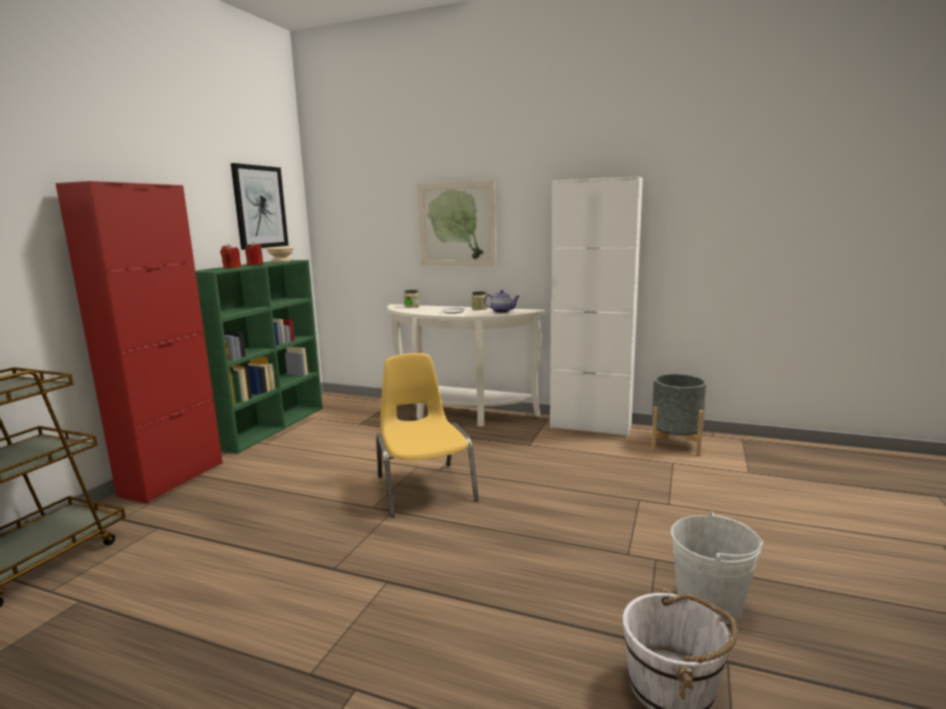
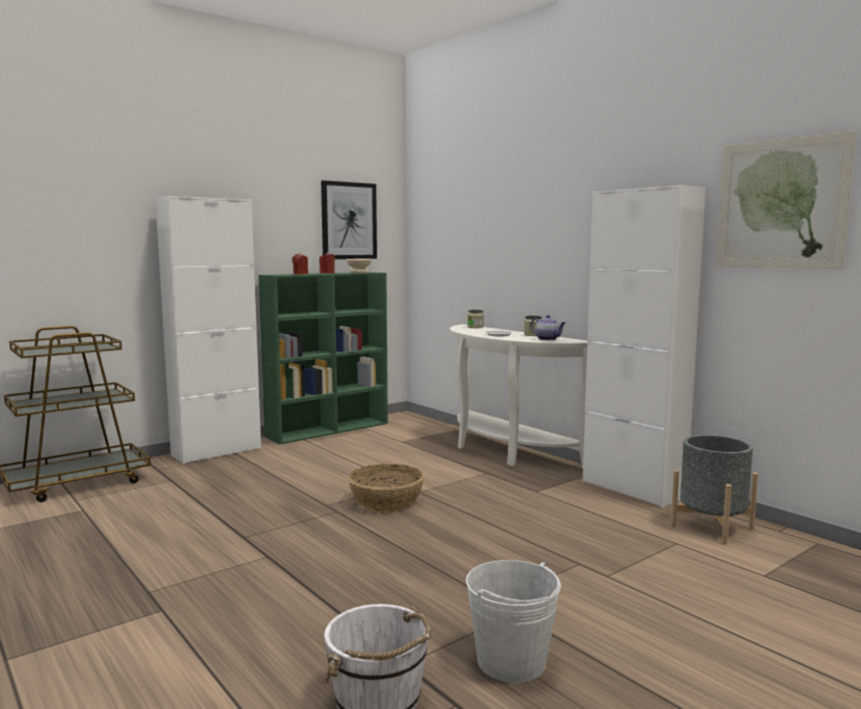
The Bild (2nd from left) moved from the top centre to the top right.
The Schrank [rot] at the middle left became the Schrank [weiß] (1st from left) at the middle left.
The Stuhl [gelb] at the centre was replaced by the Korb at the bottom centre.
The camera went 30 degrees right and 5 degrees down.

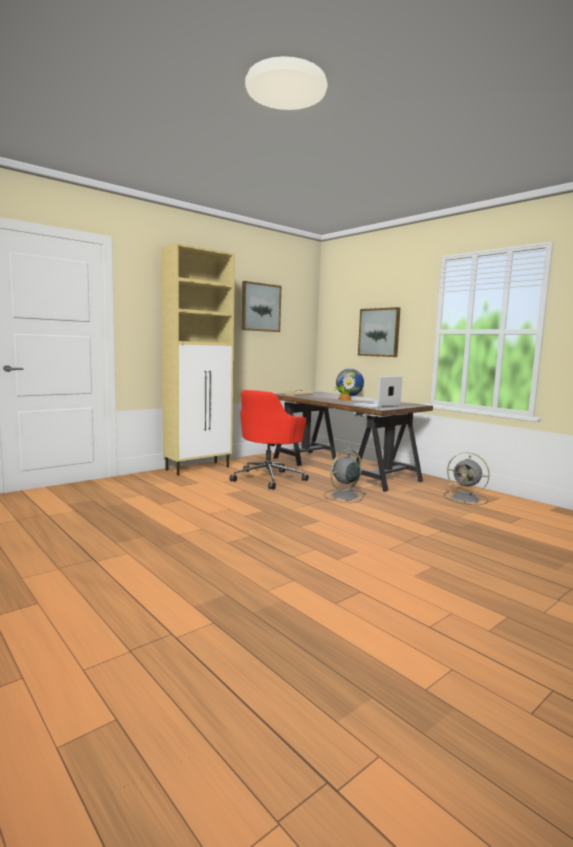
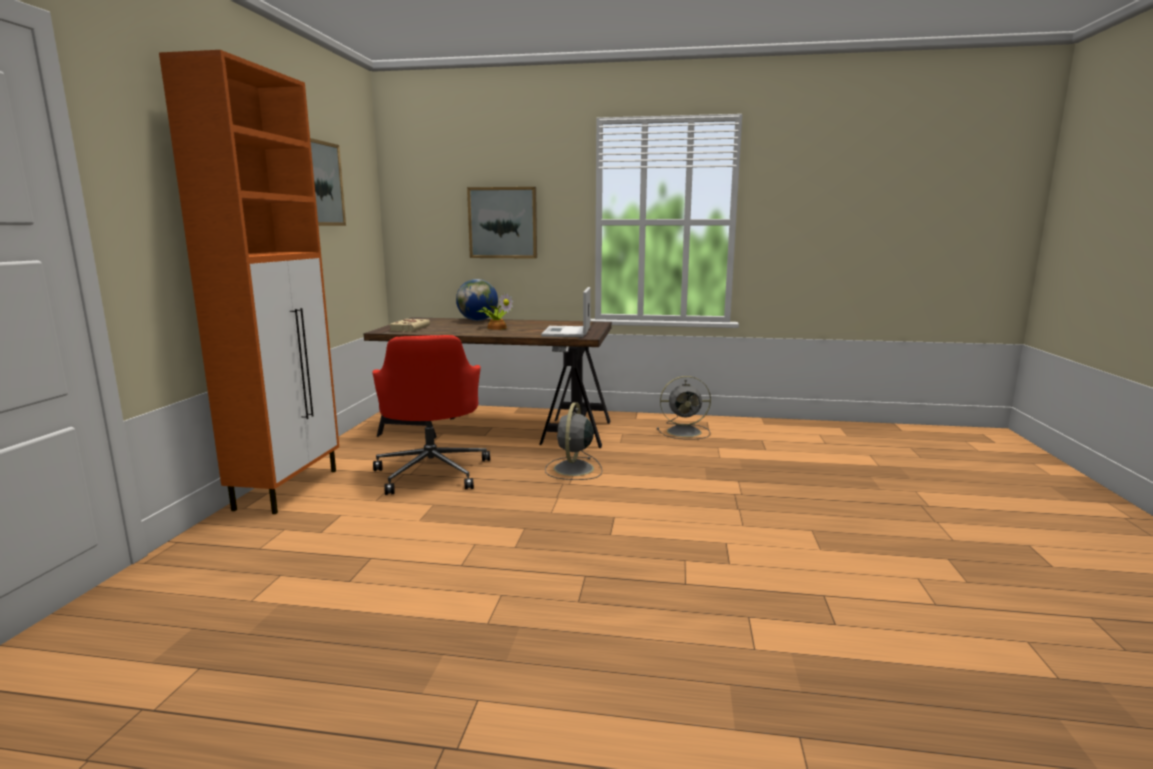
The Schrank [beige] at the centre became the Schrank [orange] at the middle left.
The camera went 40 degrees left and 5 degrees up.

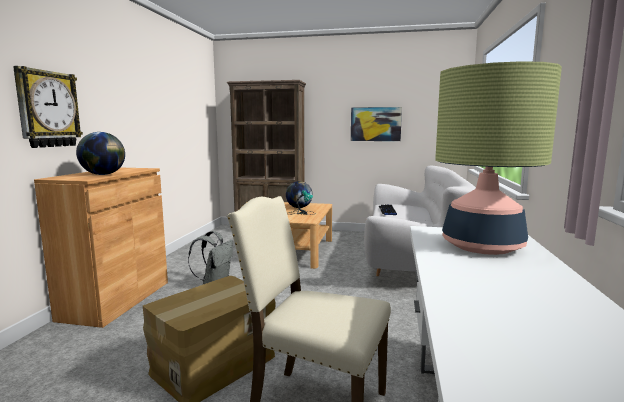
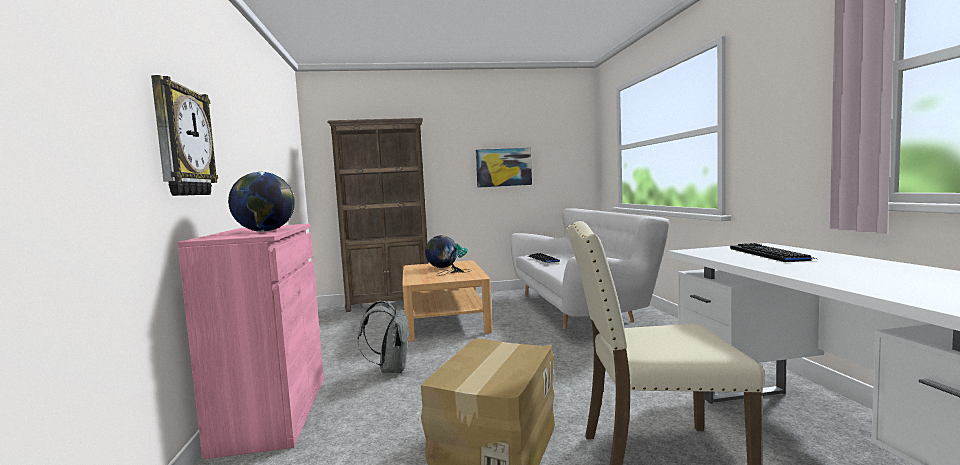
The Tischlampe (2nd from left) at the middle right was replaced by the Tastatur (2nd from left) at the middle right.
The Schrank [braun] at the middle left became the Schrank [rosa] at the bottom left.
The camera went 20 degrees left and 5 degrees down.

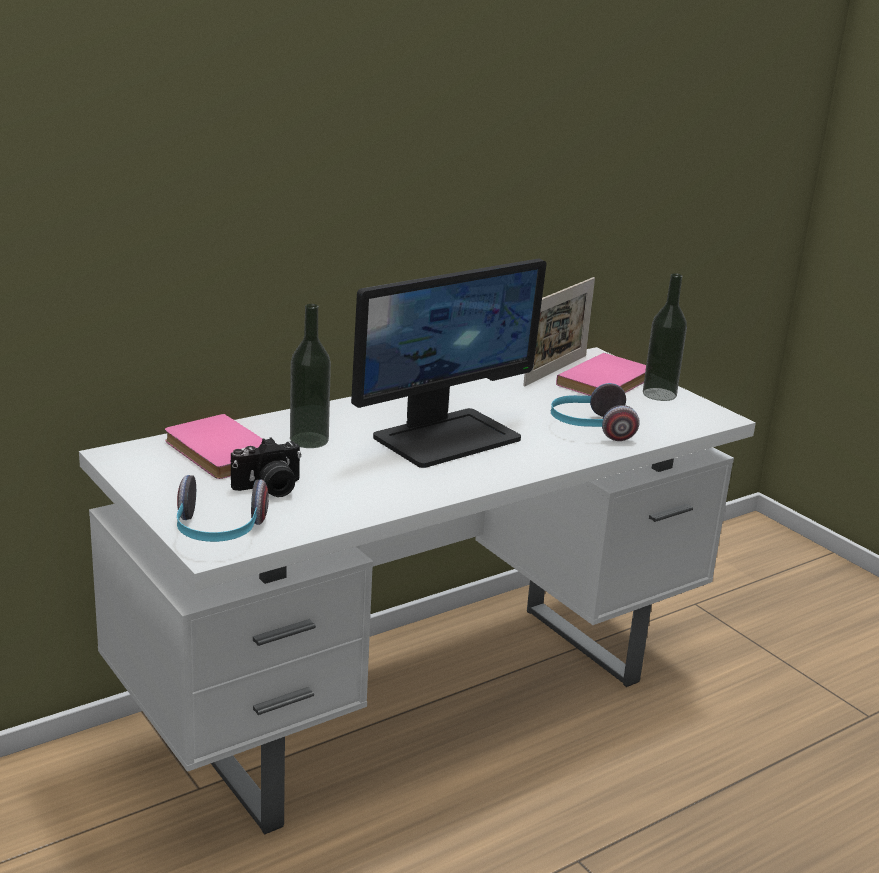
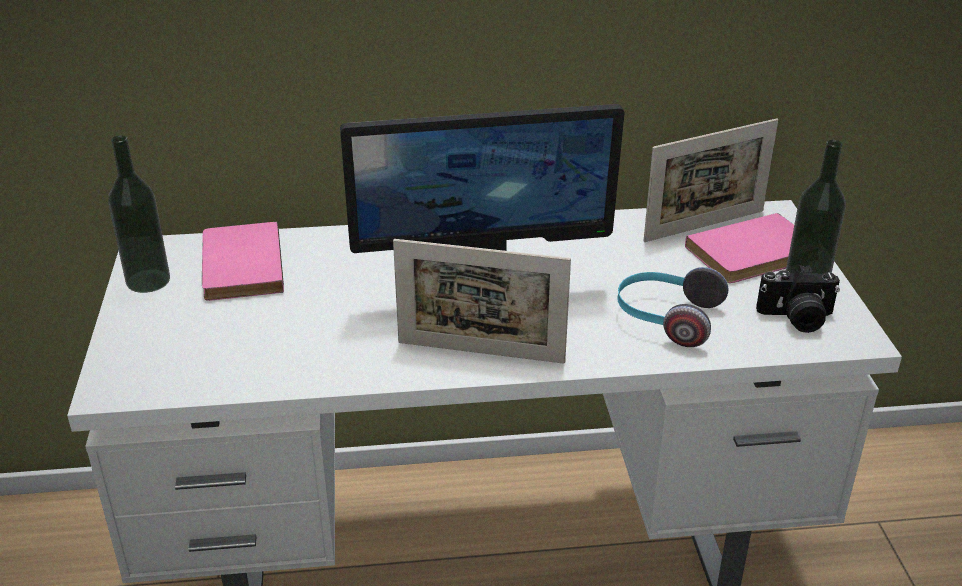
The Flasche (1st from left) moved from the centre to the middle left.
The Kamera moved from the middle left to the middle right.
The Kopfhörer (1st from left) at the middle left disappeared.
The Bilderrahmen (1st from left) at the centre appeared.
The camera went 30 degrees right and 10 degrees up.

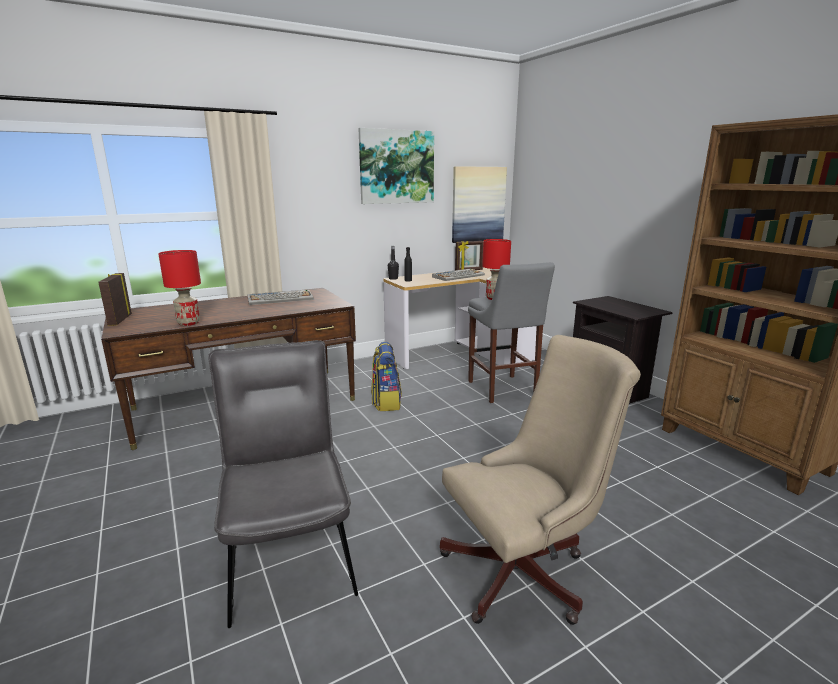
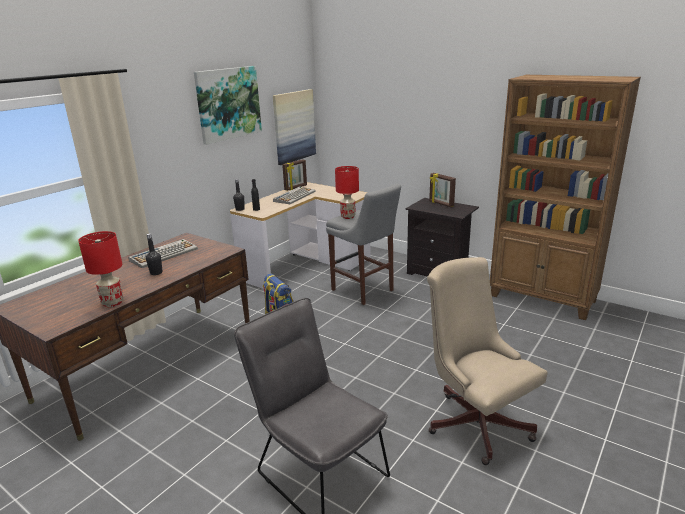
The Bilderrahmen (1st from left in the first image) moved from the middle left to the centre.
The Bürostuhl [beige] at the bottom centre turned 75 degrees counterclockwise.
The Flasche [schwarz] (1st from left) at the middle left appeared.
The camera went 25 degrees left and 5 degrees up.

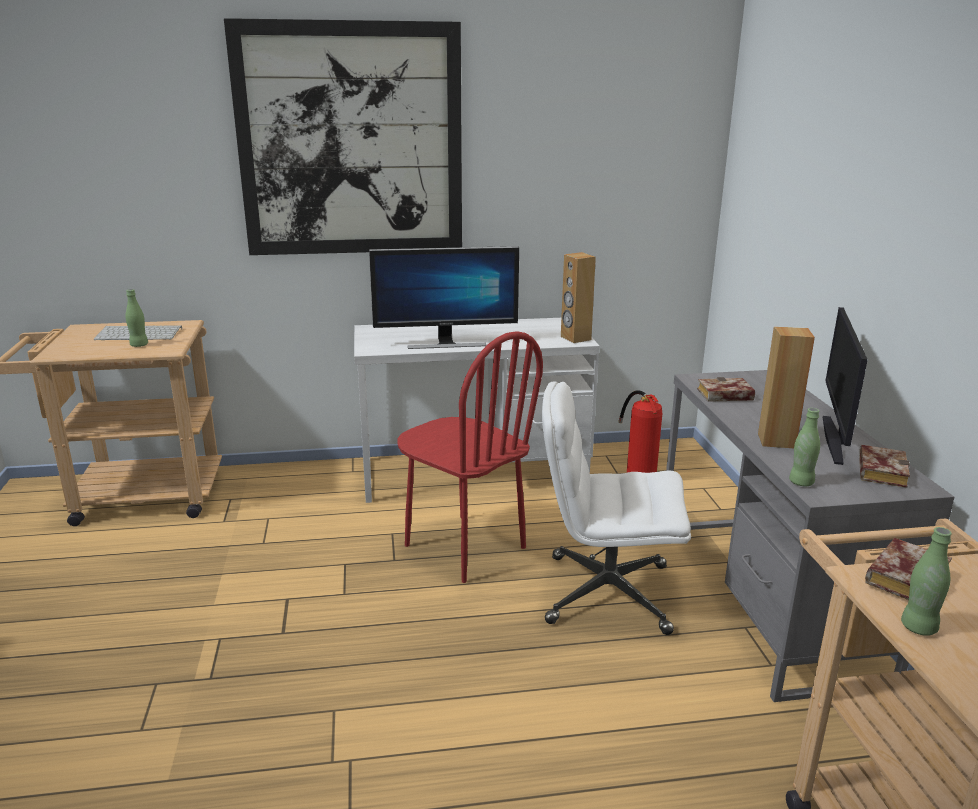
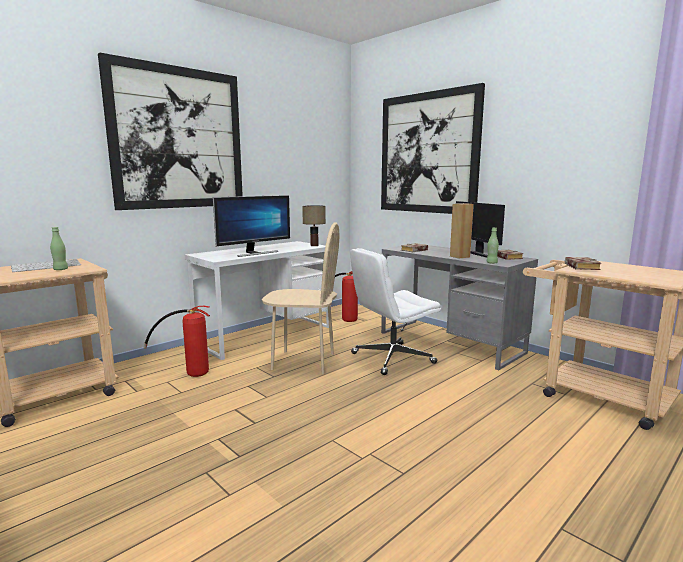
The Lautsprecher [braun] (1st from left) at the centre was replaced by the Tischlampe at the centre.
The Stuhl [rot] at the centre became the Stuhl [beige] at the centre.
The Flasche [grün] (3rd from left) at the bottom right disappeared.
The Bild (2nd from left) at the top centre appeared.
The Feuerlöscher (1st from left) at the middle left appeared.
The camera went 35 degrees left and 10 degrees down.

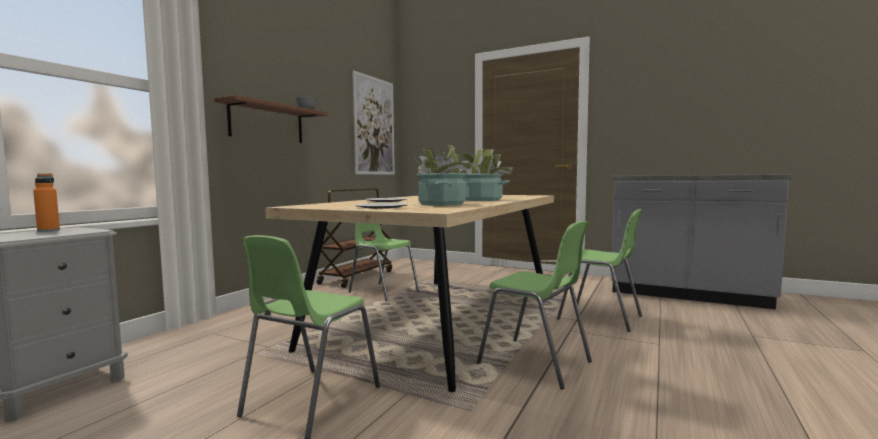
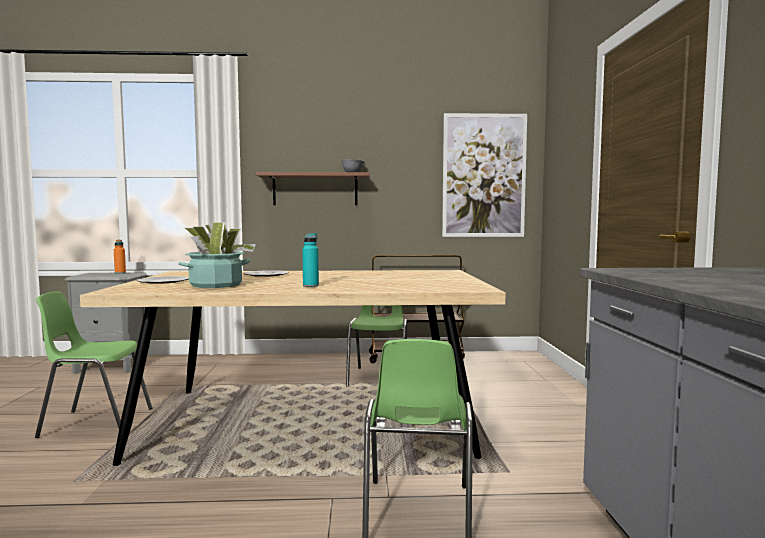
The Topfpflanze (2nd from left) at the centre was replaced by the Flasche [türkis] at the centre.
The Stuhl [grün] (3rd from left) at the bottom centre disappeared.
The camera went 60 degrees right and 0 degrees up.

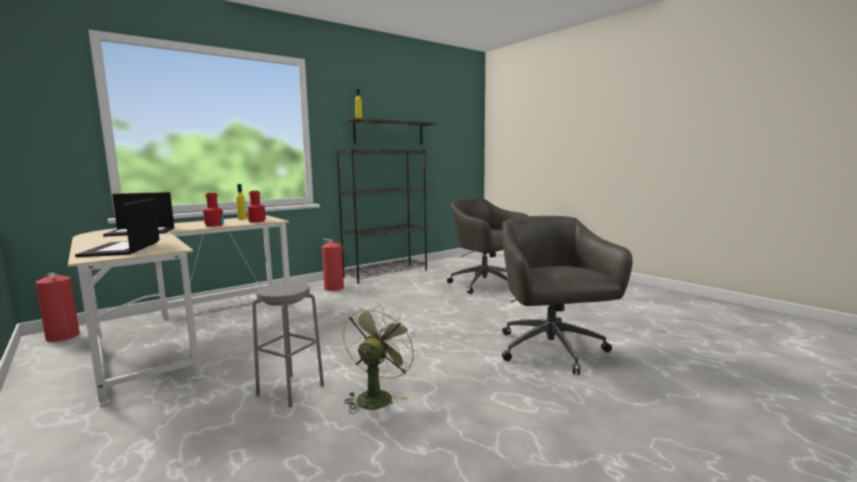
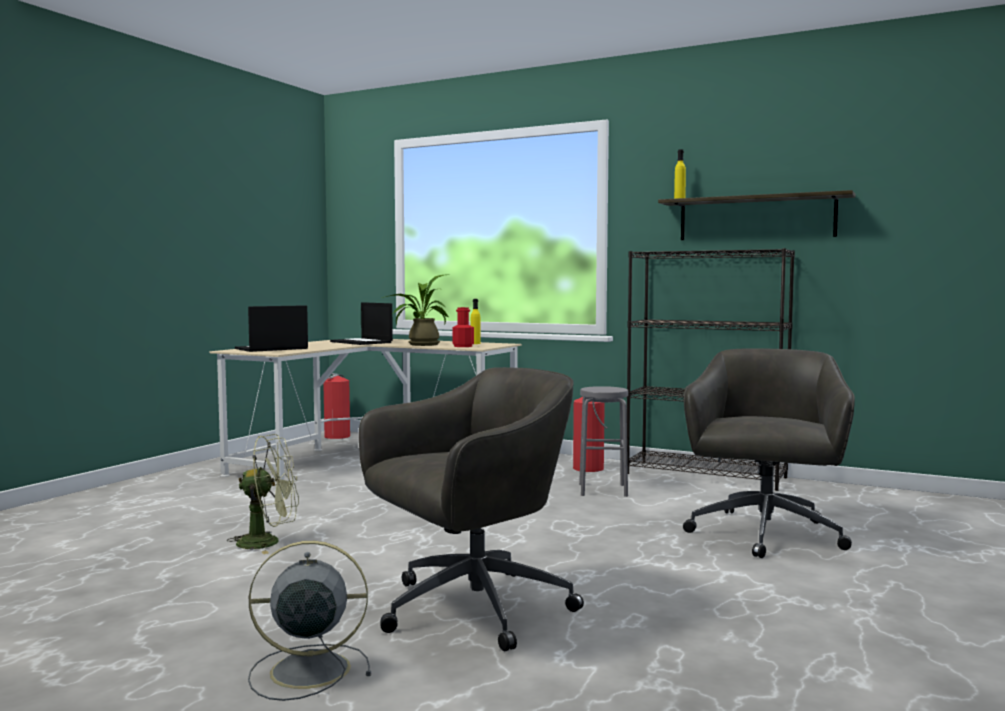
The Flasche [rot] (1st from left) at the middle left was replaced by the Topfpflanze at the centre.
The Hocker [grau] moved from the bottom centre to the centre.
The Ventilator [grau] at the bottom left appeared.
The camera went 65 degrees right and 5 degrees down.

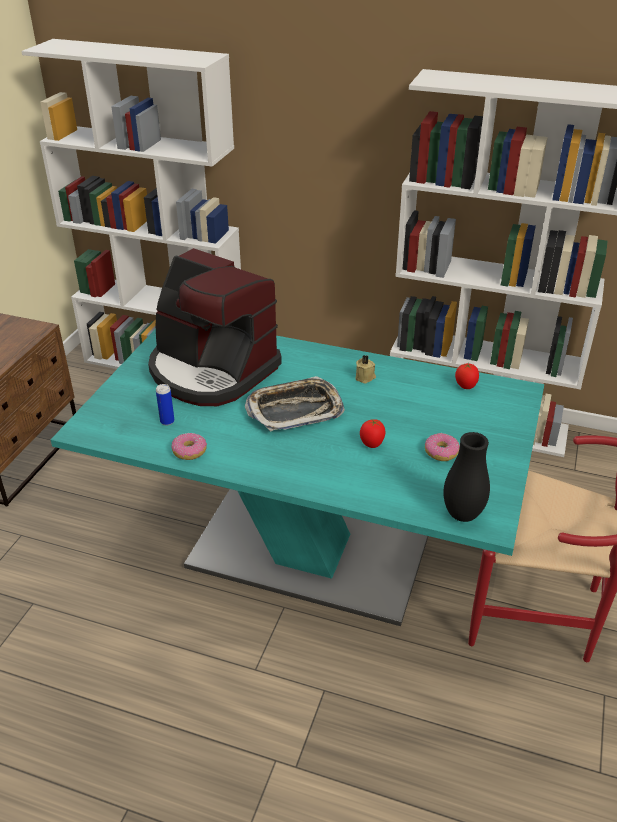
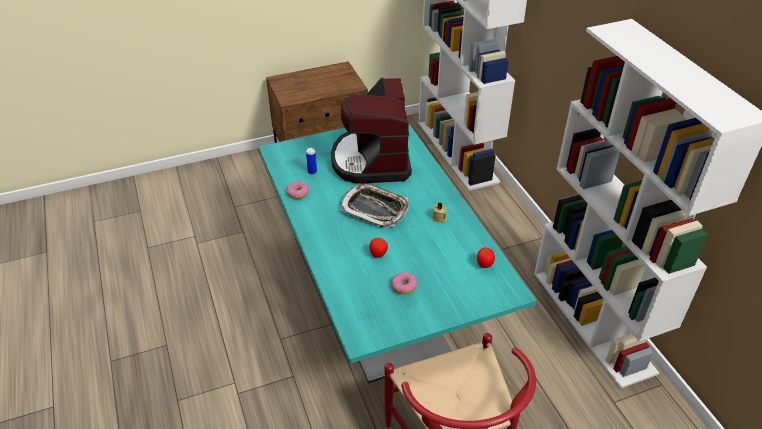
The Vase [schwarz] at the middle right disappeared.
The camera went 50 degrees right and 5 degrees up.

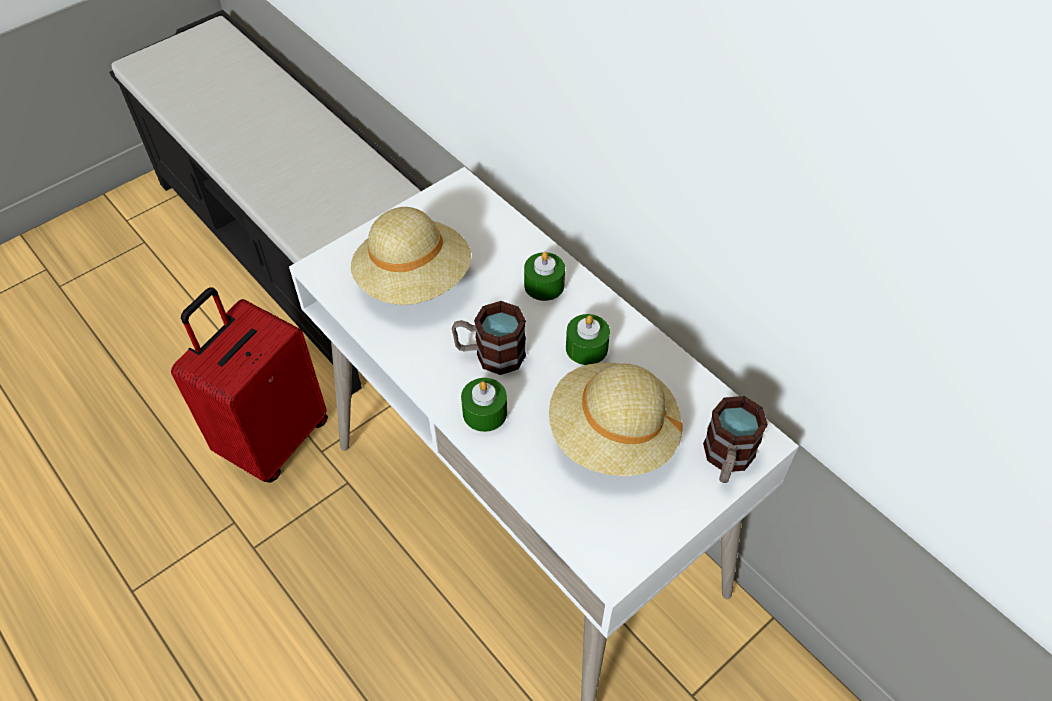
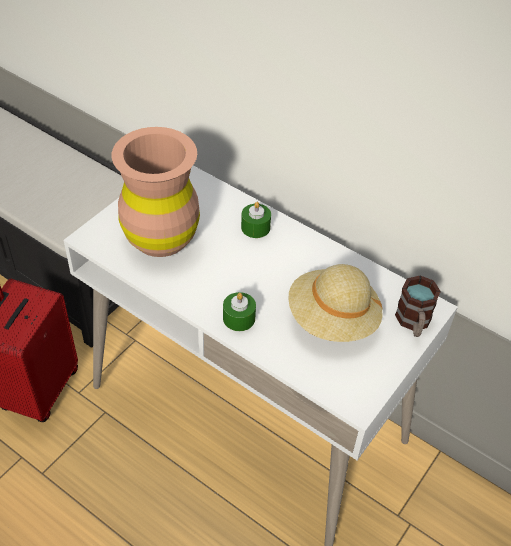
The Hut [beige] (1st from left) at the centre was replaced by the Vase [braun] at the middle left.
The Henkelbecher (1st from left) at the centre disappeared.
The Kerze [grün] (3rd from left) at the centre disappeared.
The camera went 15 degrees left and 5 degrees down.

